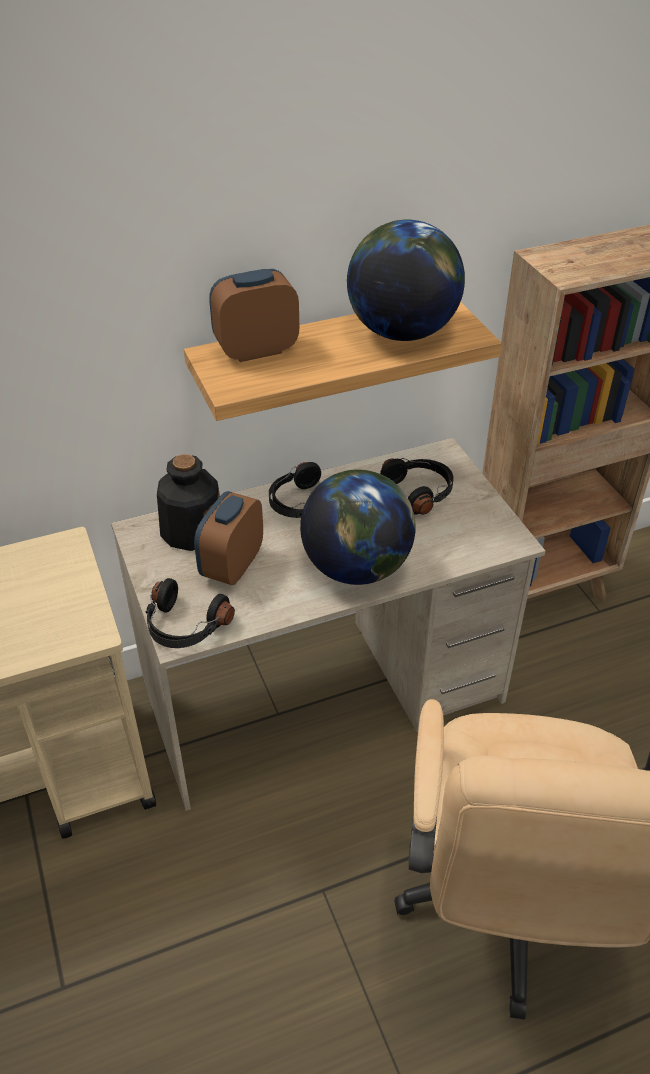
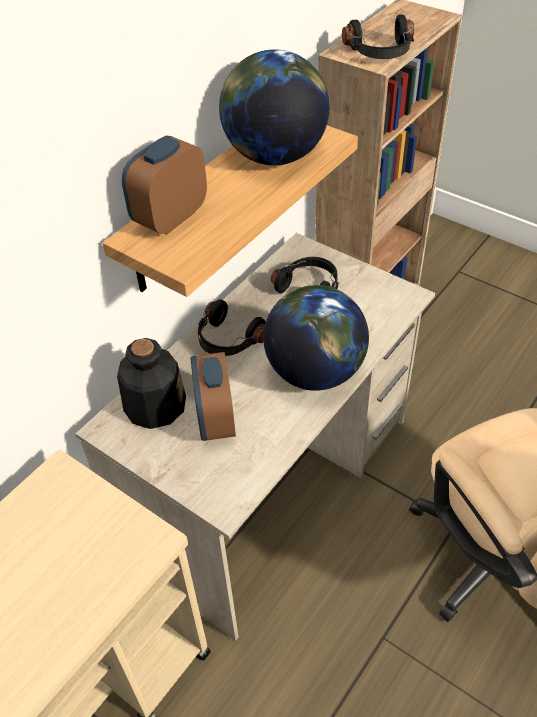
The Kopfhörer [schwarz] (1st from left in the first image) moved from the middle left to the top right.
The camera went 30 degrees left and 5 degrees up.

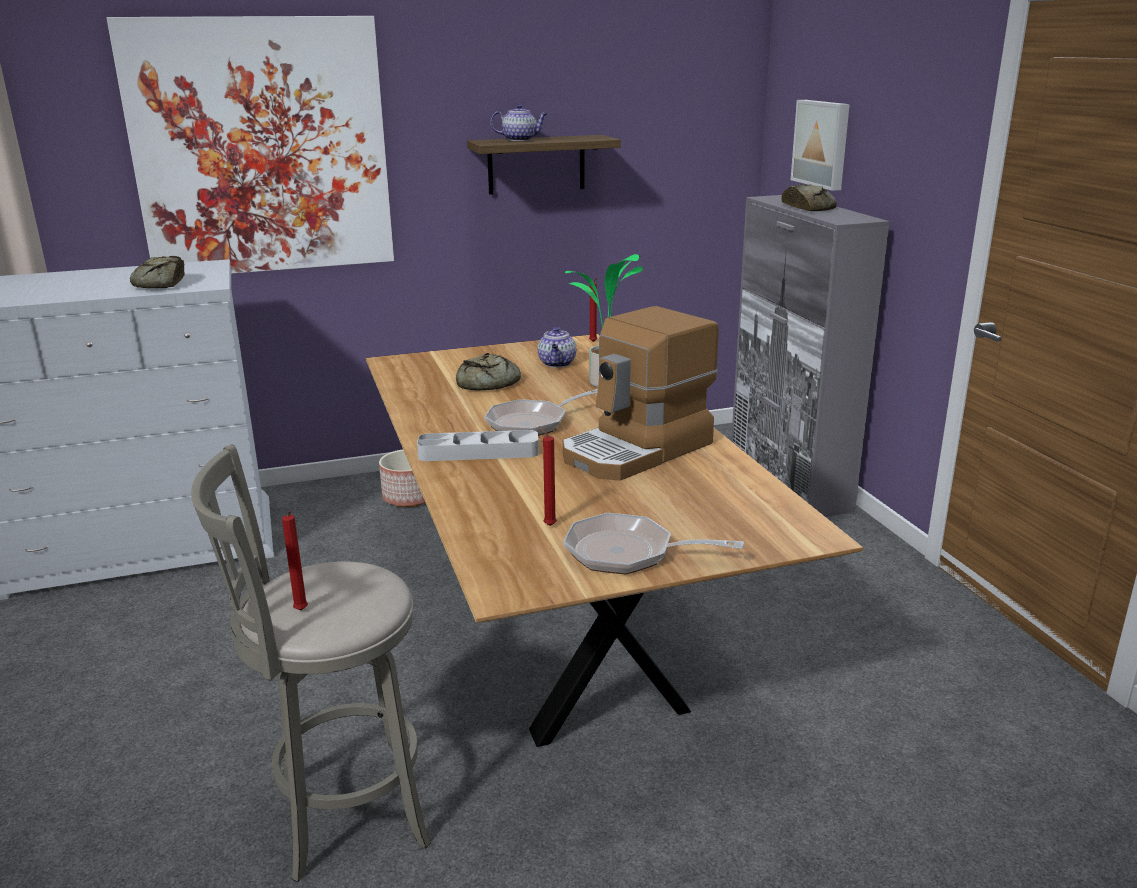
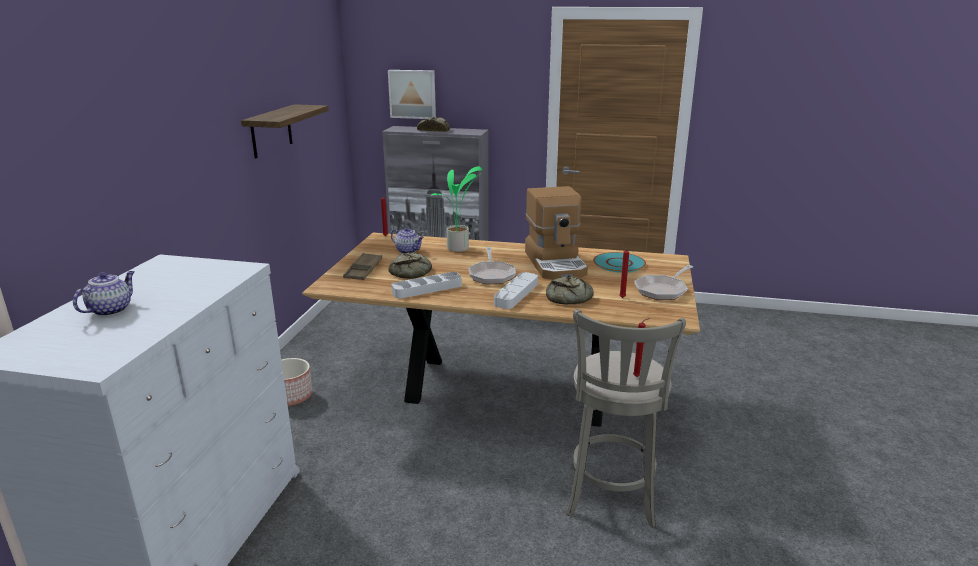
The Bild (1st from left) at the top left disappeared.
The Teekanne (1st from left) moved from the top centre to the middle left.
The Brot (1st from left in the first image) moved from the top left to the centre.
The Teller [türkis] at the centre appeared.
The Tablett [braun] at the centre appeared.
The Tablett [grau] (1st from left) at the centre appeared.
The camera went 60 degrees left and 0 degrees up.

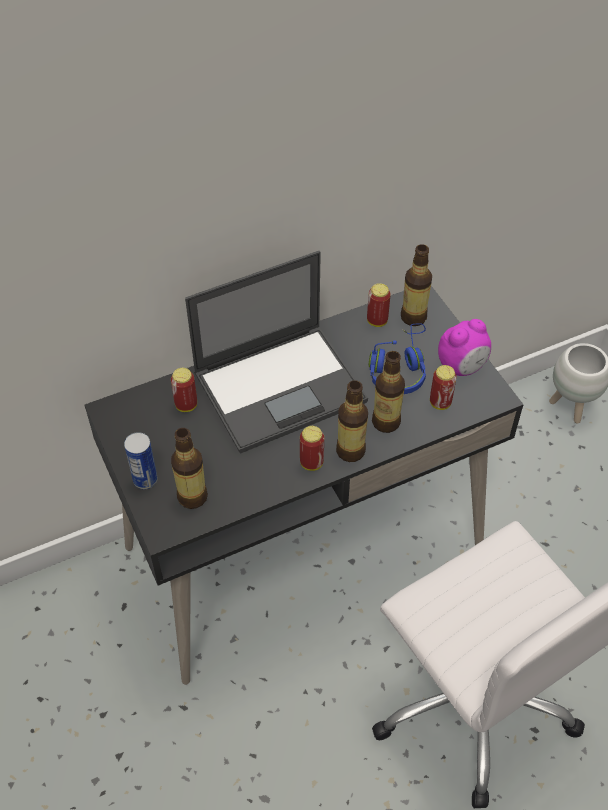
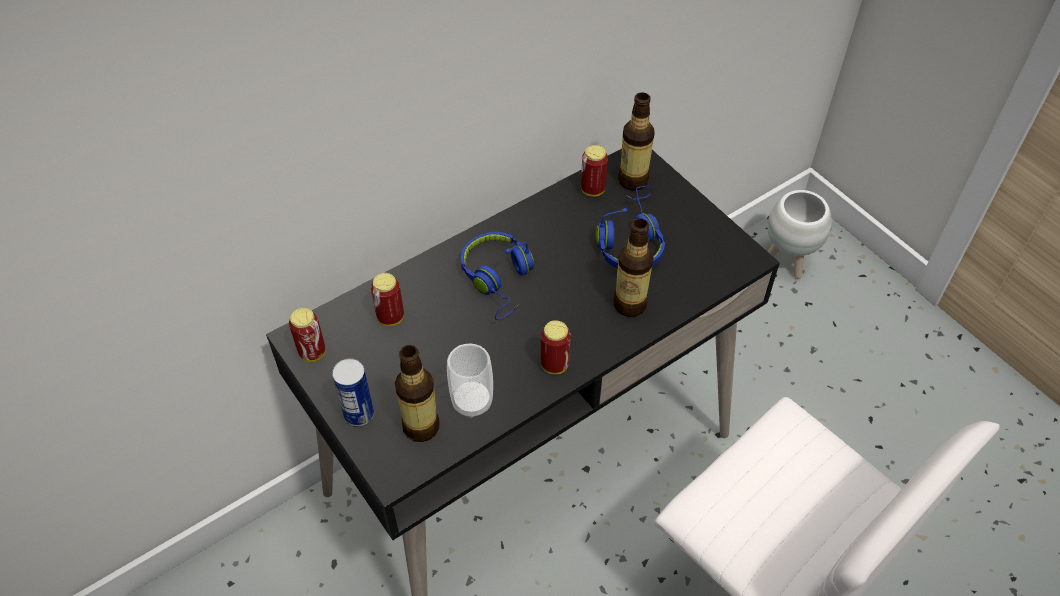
The Laptop at the centre was replaced by the Kopfhörer [blau] (1st from left) at the centre.
The Wecker at the middle right disappeared.
The Dose (5th from left in the first image) moved from the middle right to the middle left.
The Flasche (2nd from left) at the centre disappeared.
The Tasse at the centre appeared.
The camera went 10 degrees left and 0 degrees up.

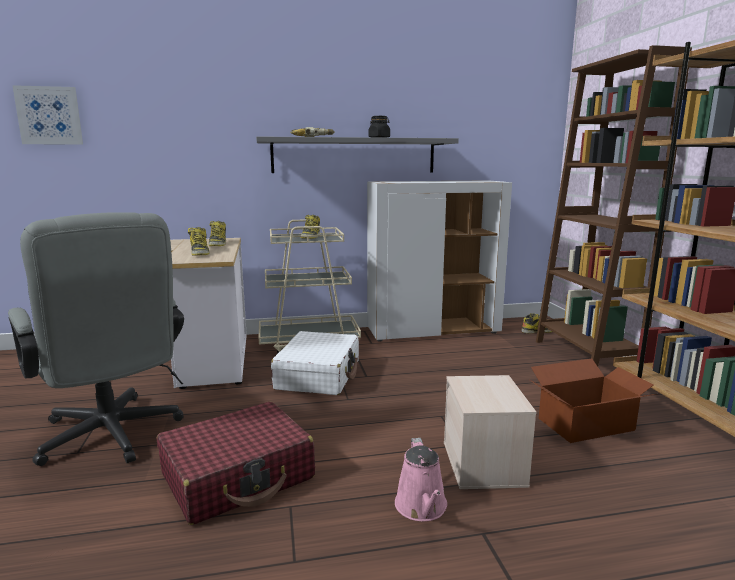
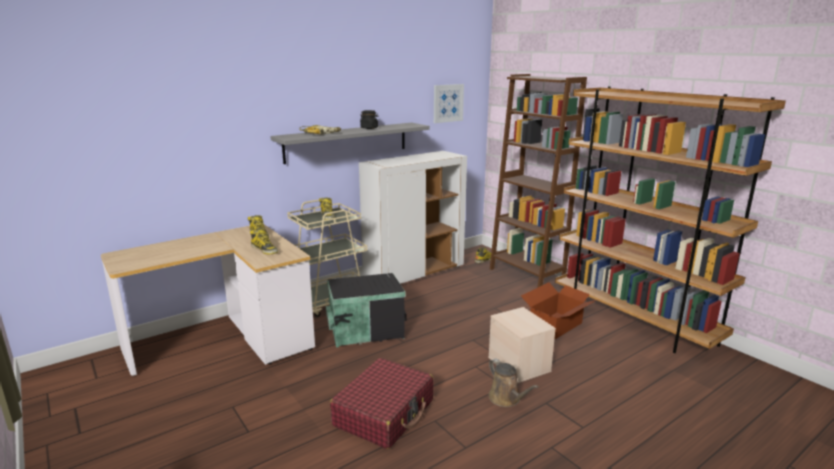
The Bild moved from the top left to the top centre.
The Bürostuhl [grau] at the middle left disappeared.
The Koffer [weiß] at the centre was replaced by the Aufbewahrungsbox [schwarz] at the centre.
The Gießkanne [rosa] at the bottom centre became the Gießkanne [braun] at the bottom centre.
The camera went 25 degrees left and 5 degrees up.

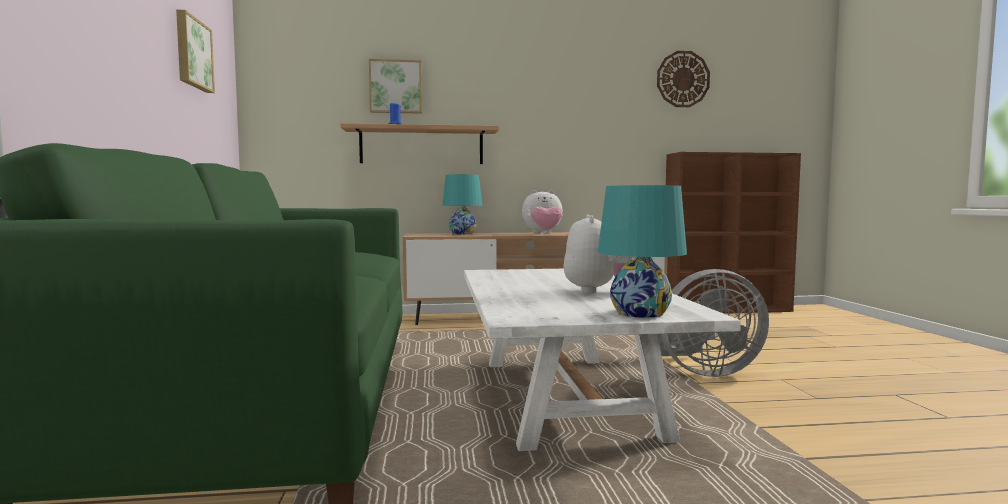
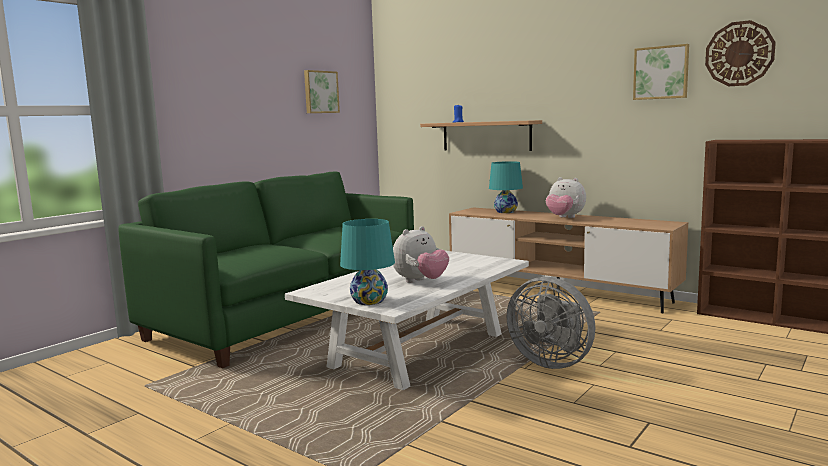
The Bild (2nd from left) moved from the top centre to the top right.
The camera went 45 degrees right and 5 degrees up.

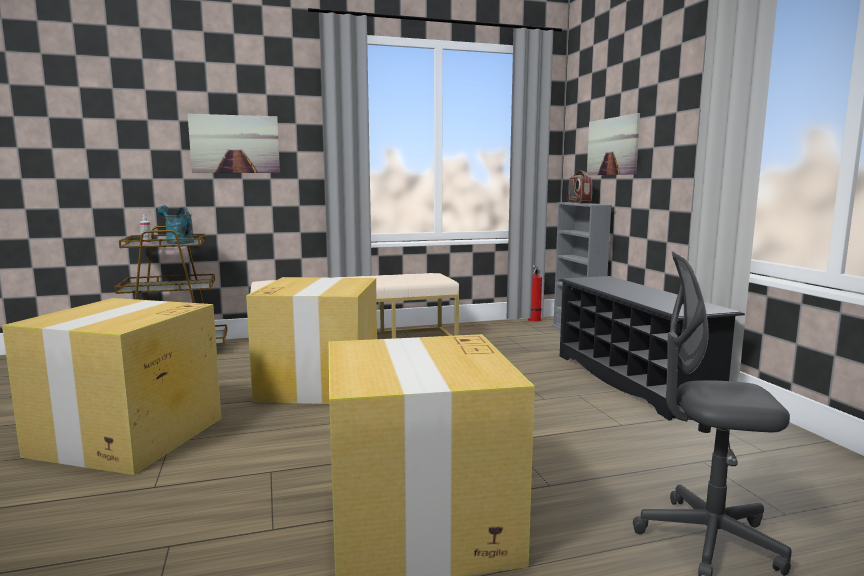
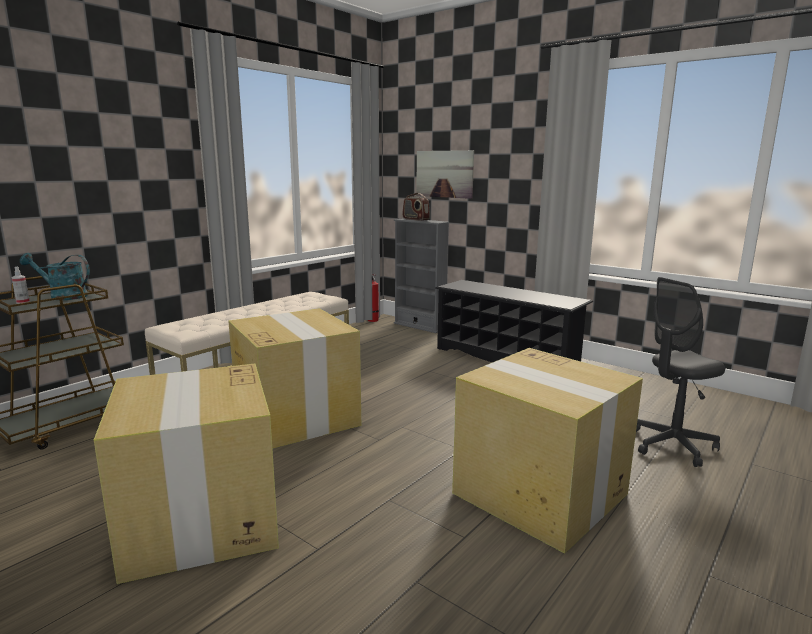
The Bild (1st from left) at the top left disappeared.
The camera went 35 degrees left and 5 degrees up.

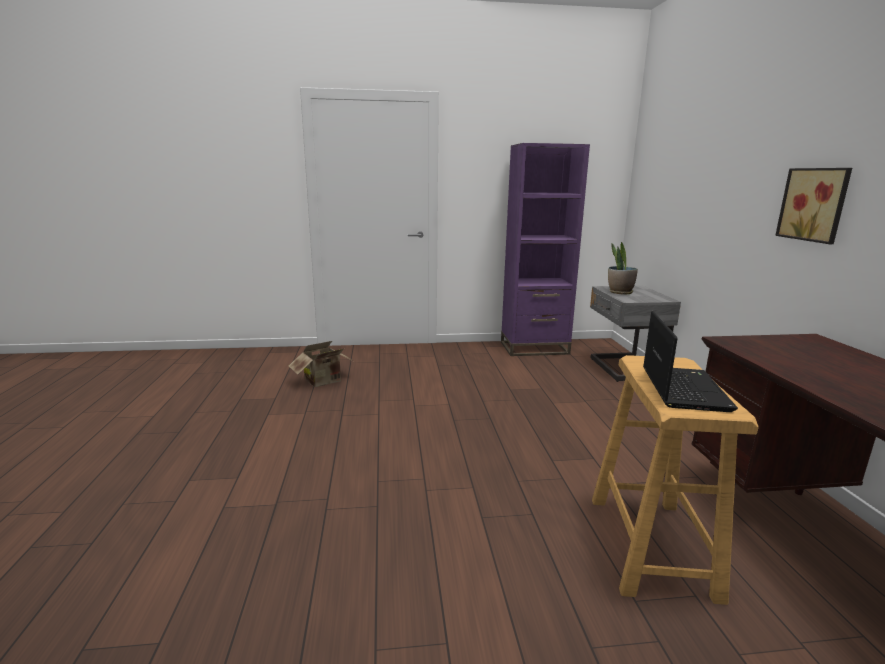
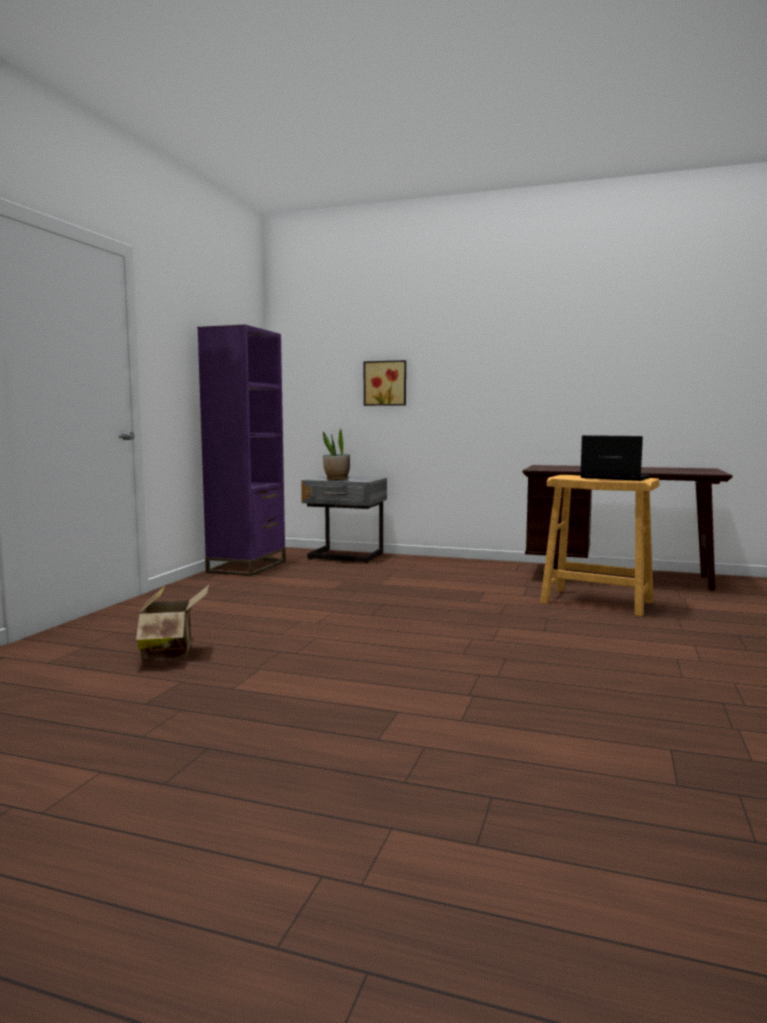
The Bild moved from the top right to the centre.
The camera went 65 degrees left and 10 degrees down.

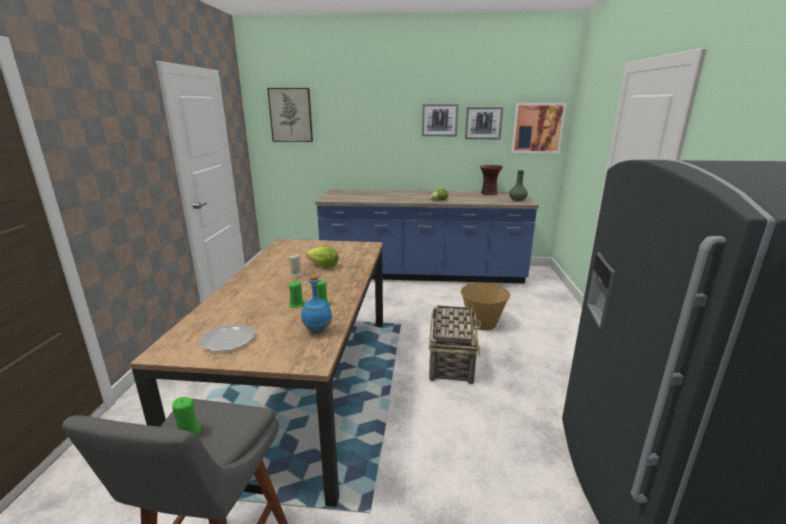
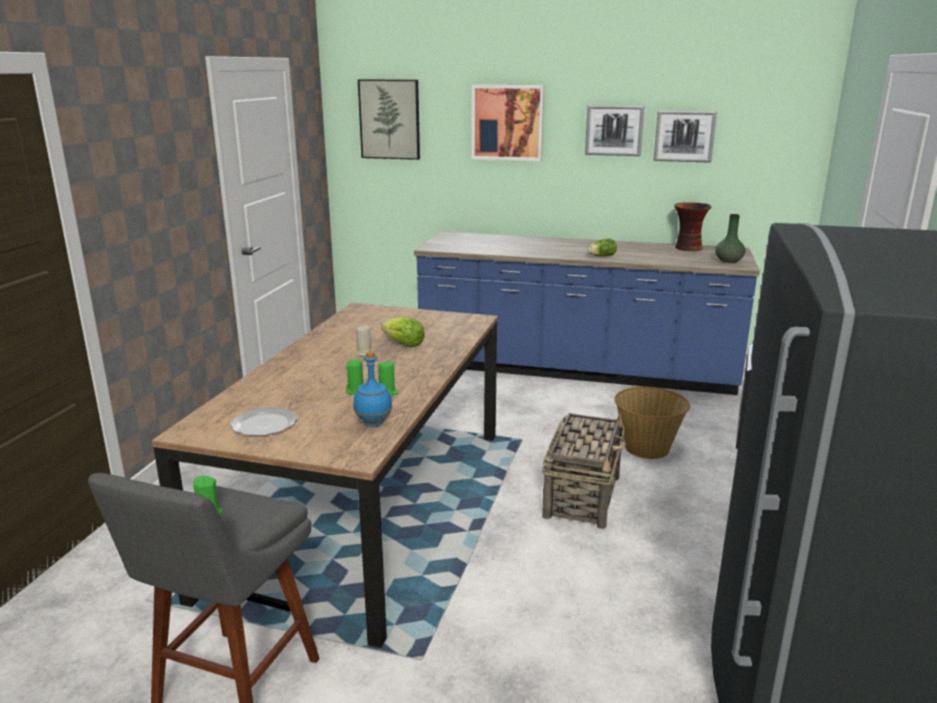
The Bild (4th from left in the first image) moved from the top right to the top centre.
The camera went 10 degrees right and 0 degrees up.

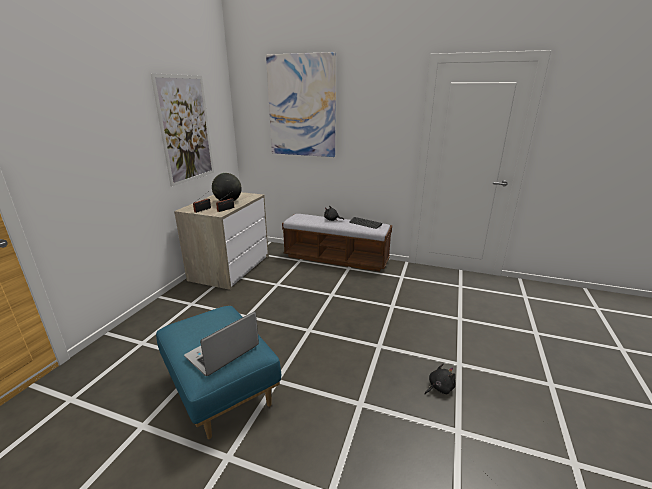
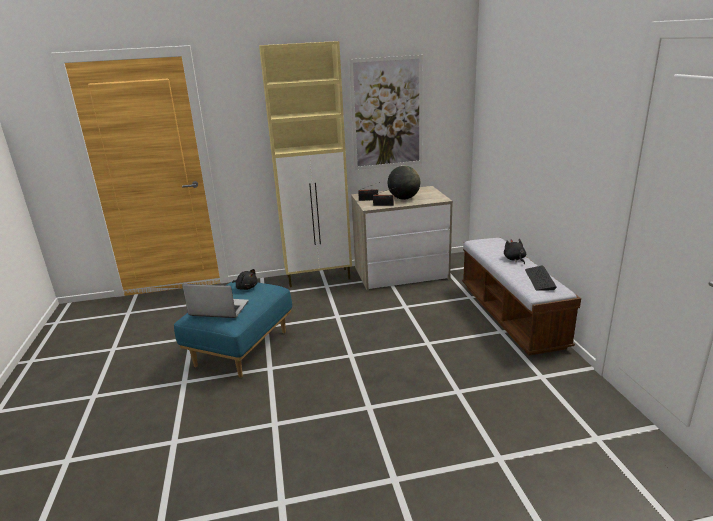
The Bild (2nd from left) at the top centre disappeared.
The Plüschtier [schwarz] (2nd from left in the first image) moved from the bottom right to the centre.
The Schrank [beige] at the top centre appeared.
The camera went 60 degrees right and 0 degrees up.

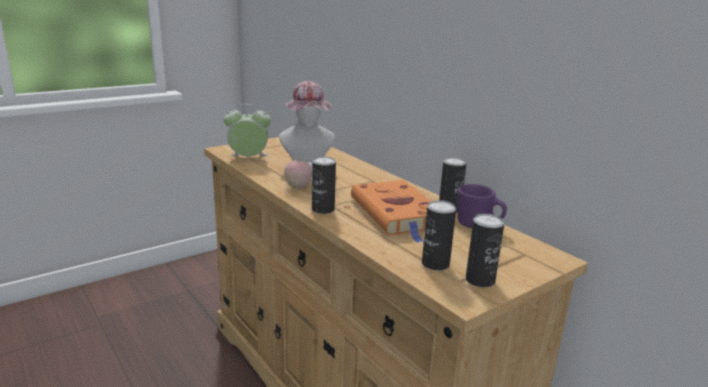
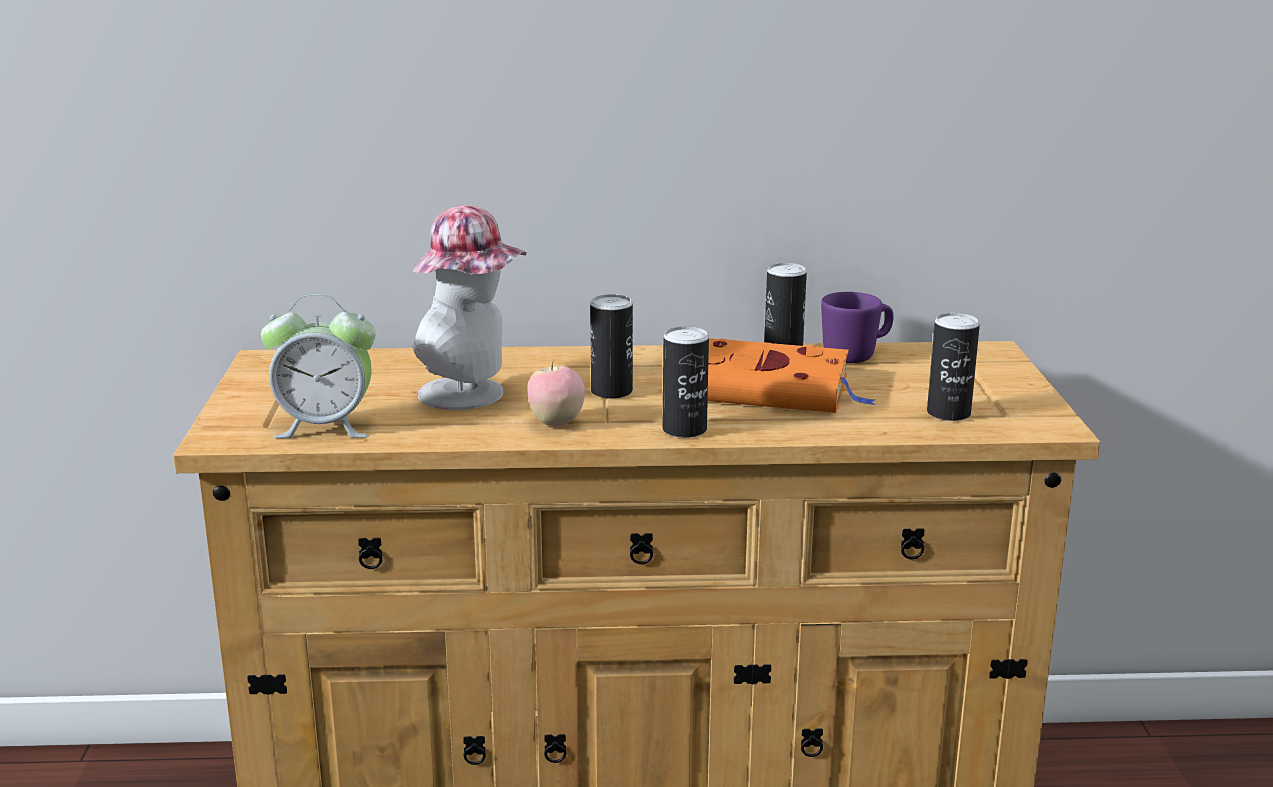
The Wecker at the centre turned 120 degrees counterclockwise.
The Dose (4th from left in the first image) moved from the middle right to the centre.
The camera went 55 degrees left and 0 degrees up.

